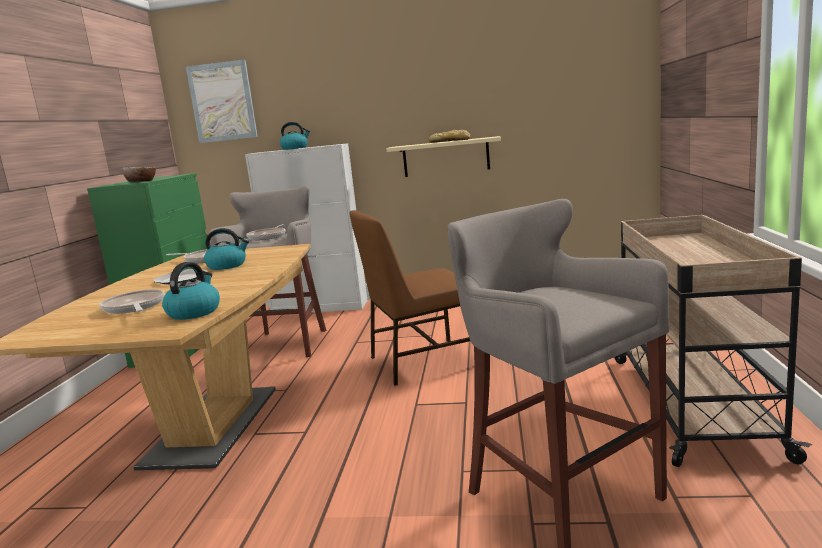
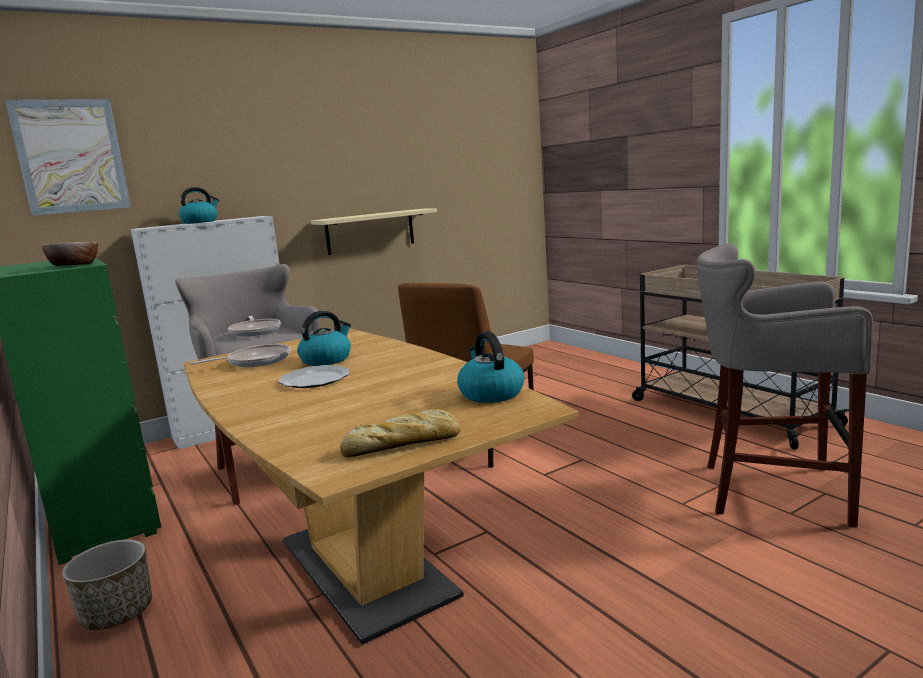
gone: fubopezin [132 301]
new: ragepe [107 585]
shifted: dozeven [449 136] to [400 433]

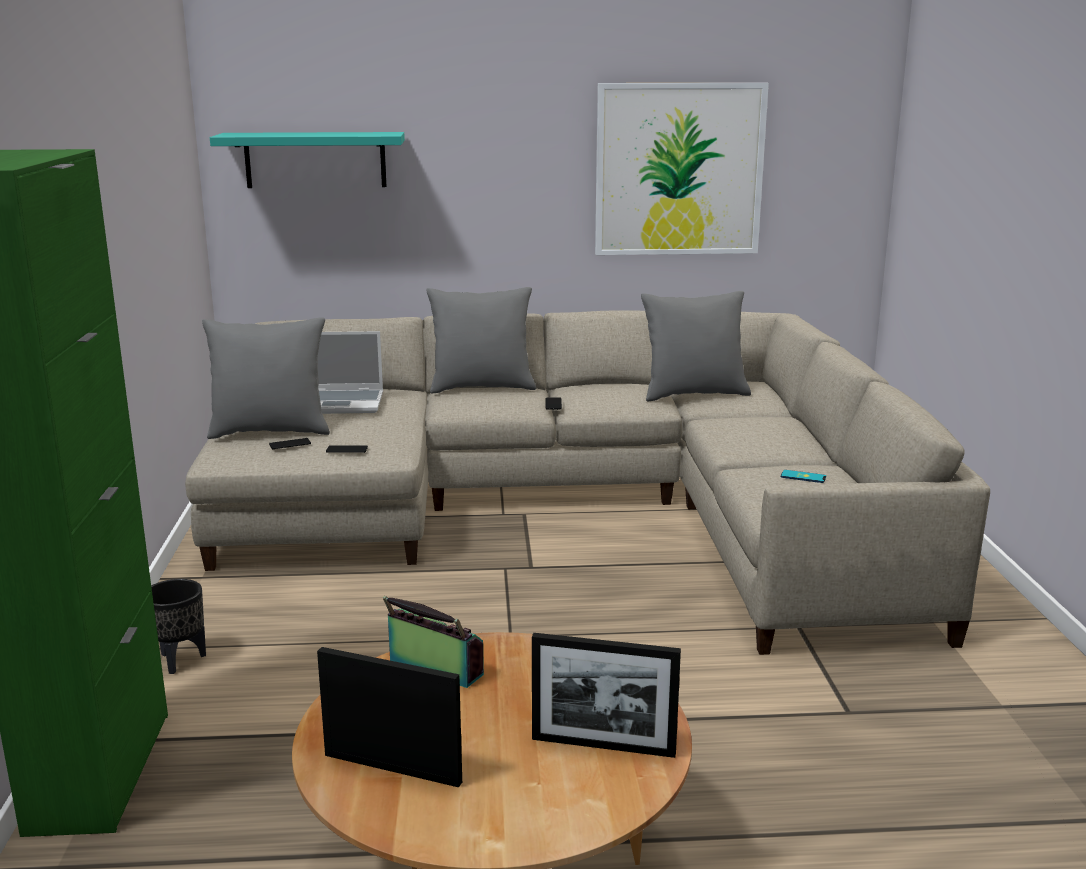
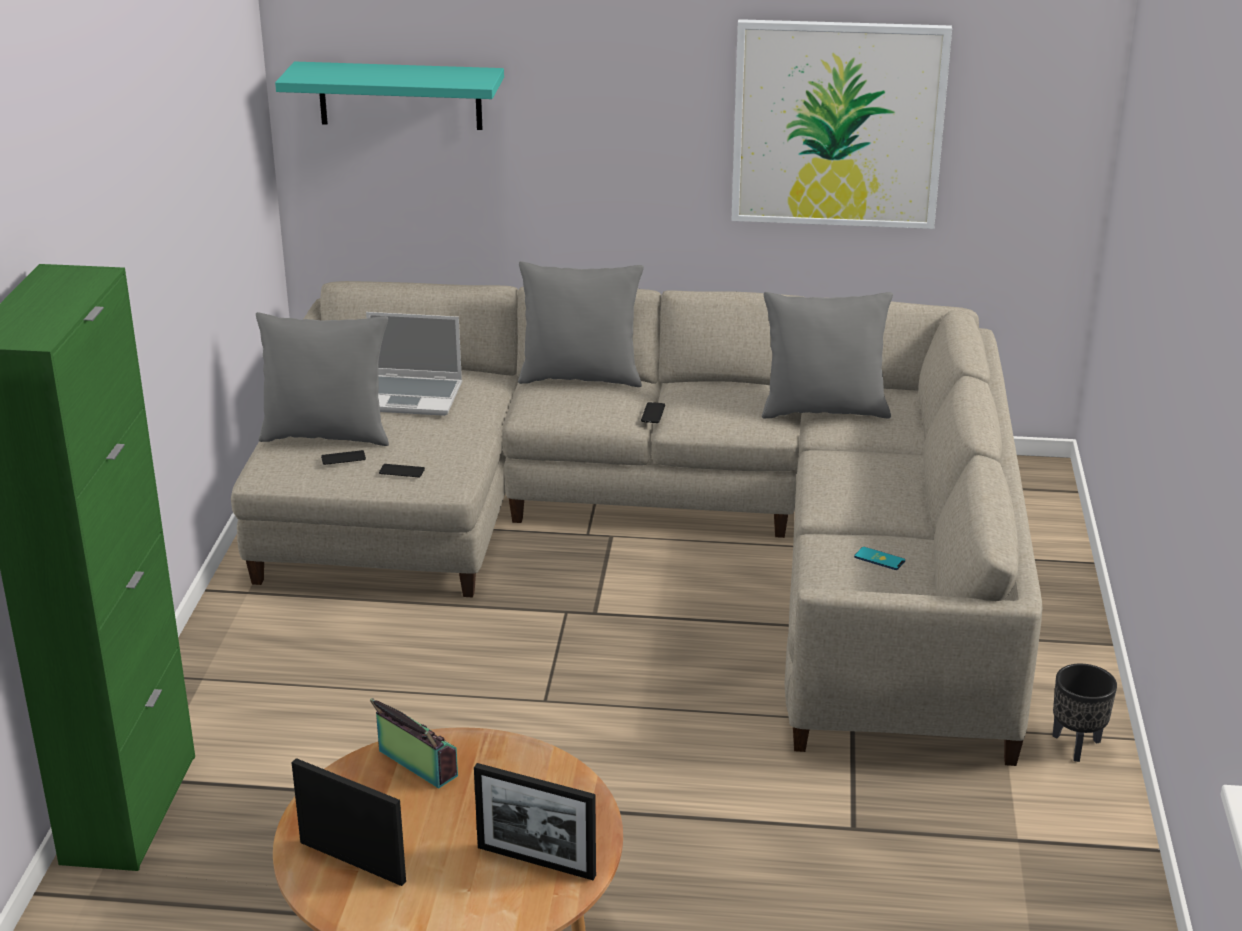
shifted: ragepe (black) [178 626] to [1085 713]

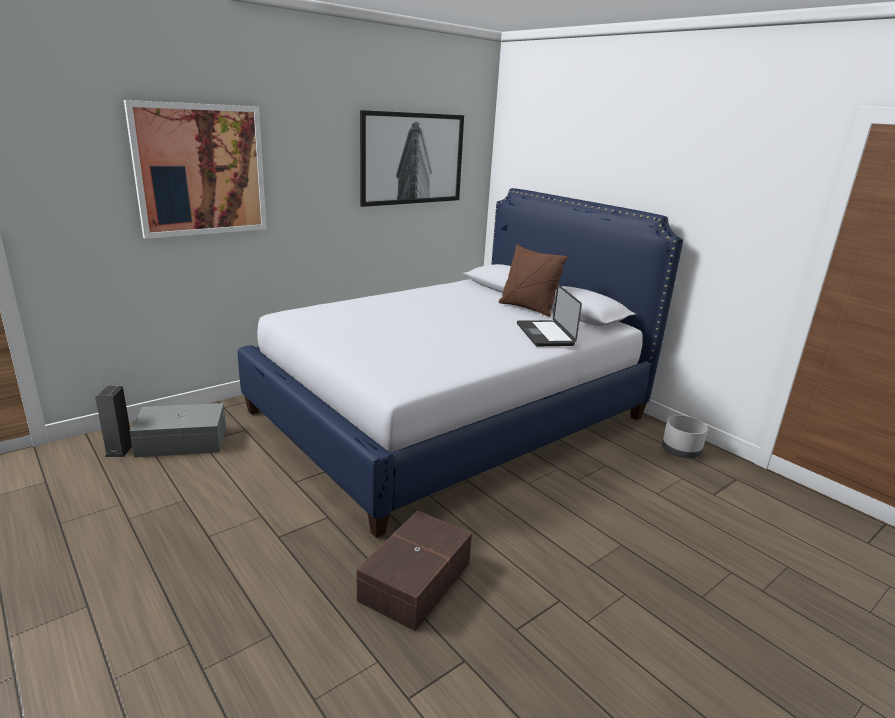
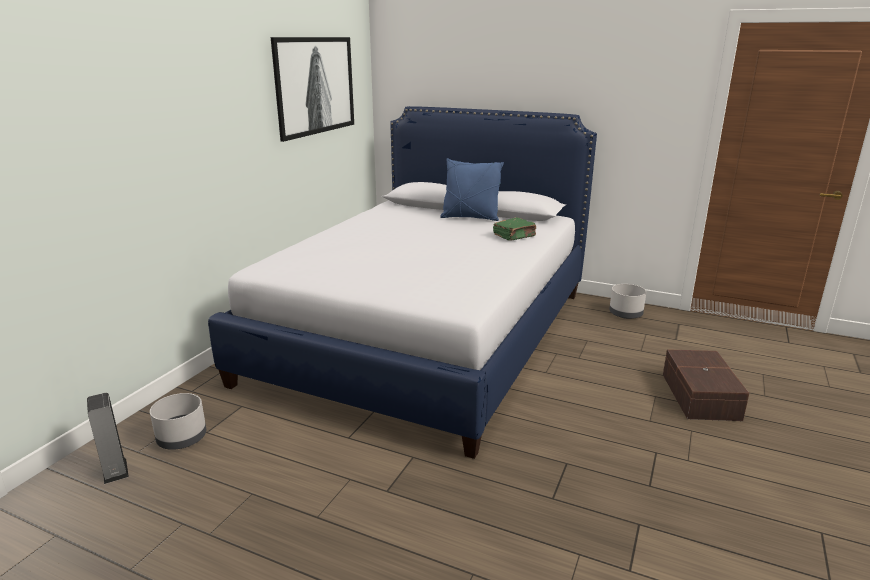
gone: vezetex [195 169]
shifted: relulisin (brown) [414 571] to [706 385]
swapped: relulisin (grey) [178 430] to ragepe (grey) [178 421]; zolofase [549 315] to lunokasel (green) [514 229]
repainted: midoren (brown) [533 280] to midoren (blue) [472 189]

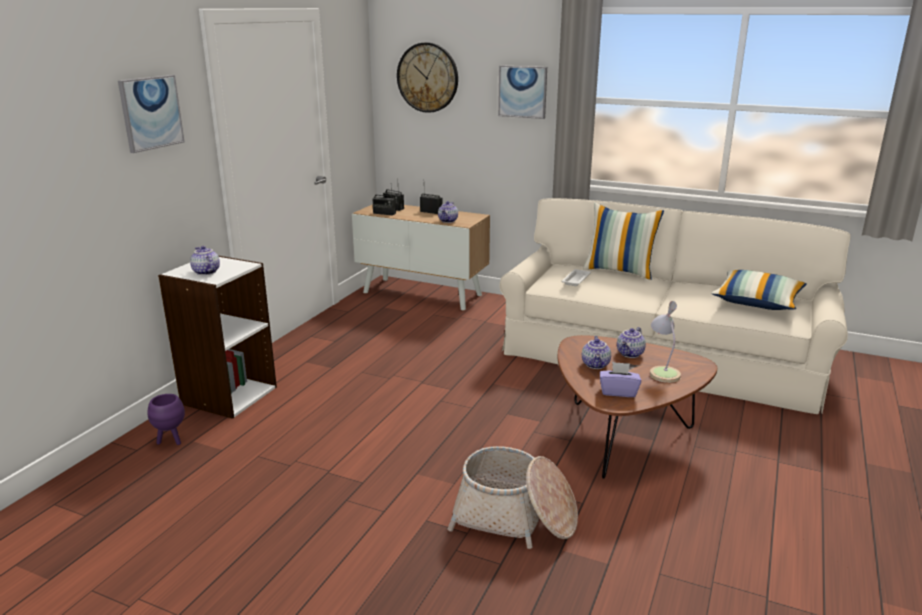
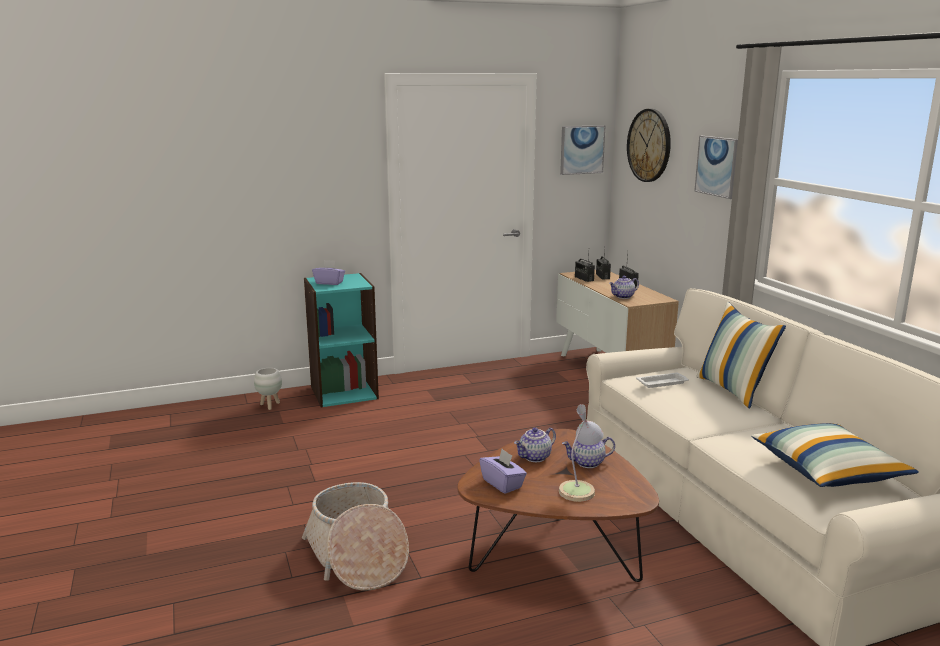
shifted: vezetex [151 114] to [582 150]
swapped: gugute [205 260] to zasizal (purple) [328 272]
repainted: ragepe (purple) [166 419] to ragepe (white) [268 389]; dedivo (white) [217 337] to dedivo (turquoise) [341 340]

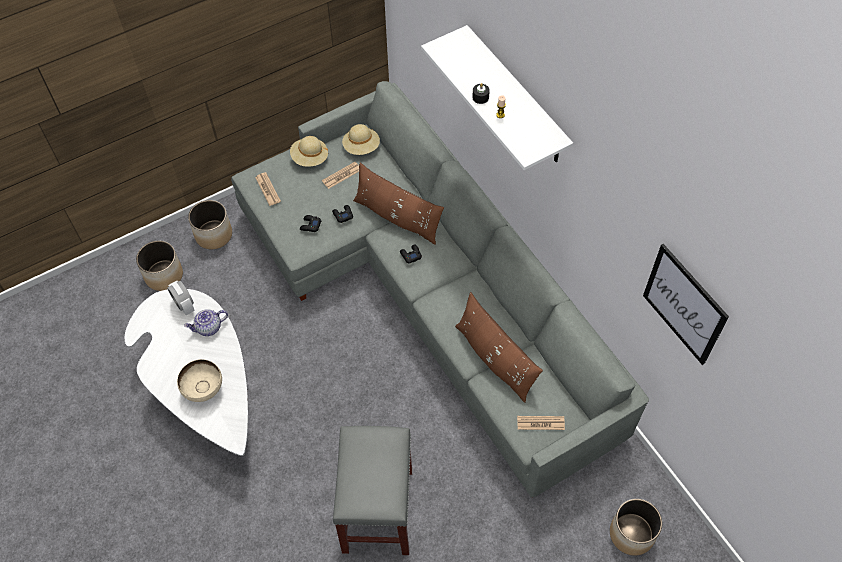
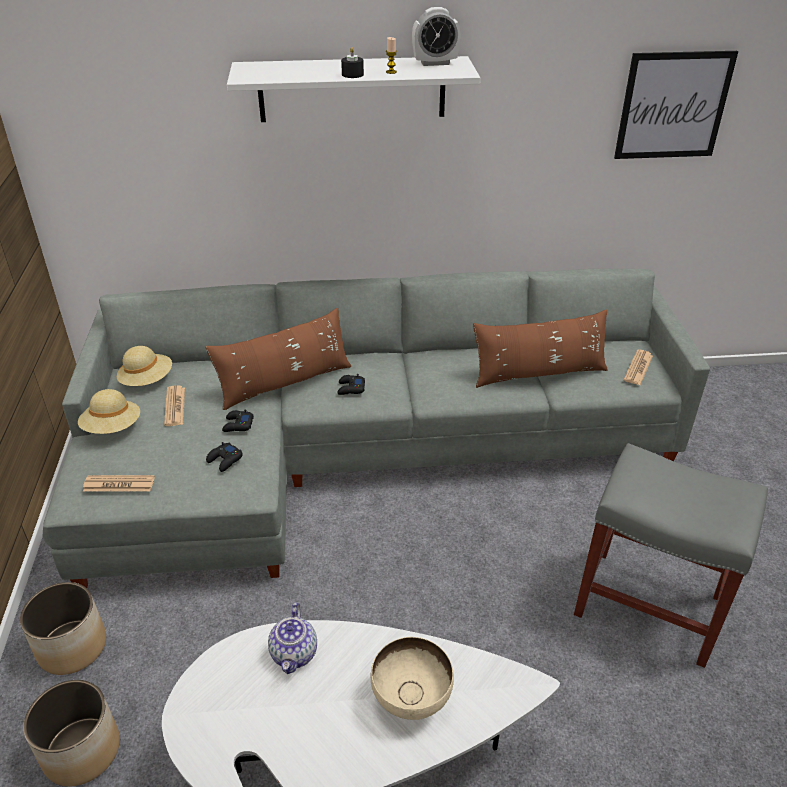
gone: ragepe [636 527]
shifted: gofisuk [181 298] to [436 36]

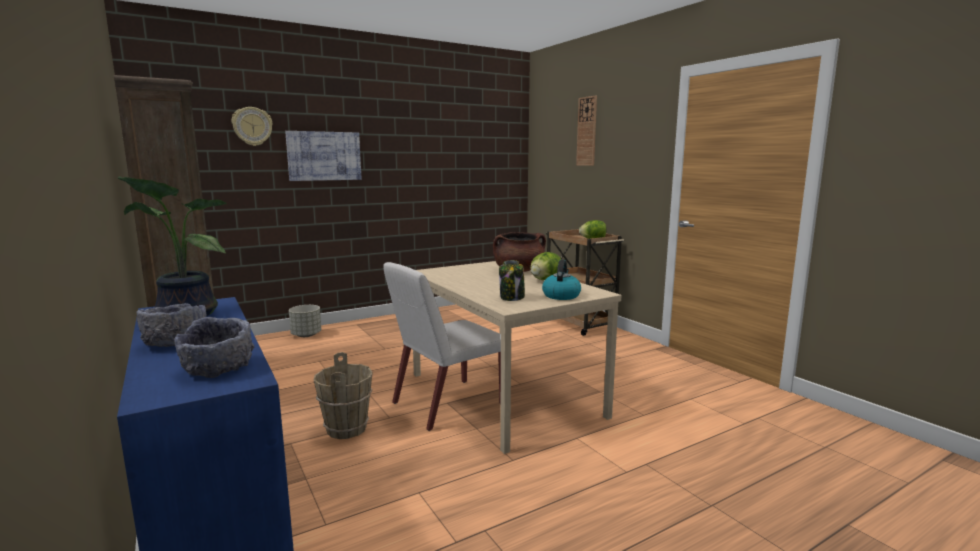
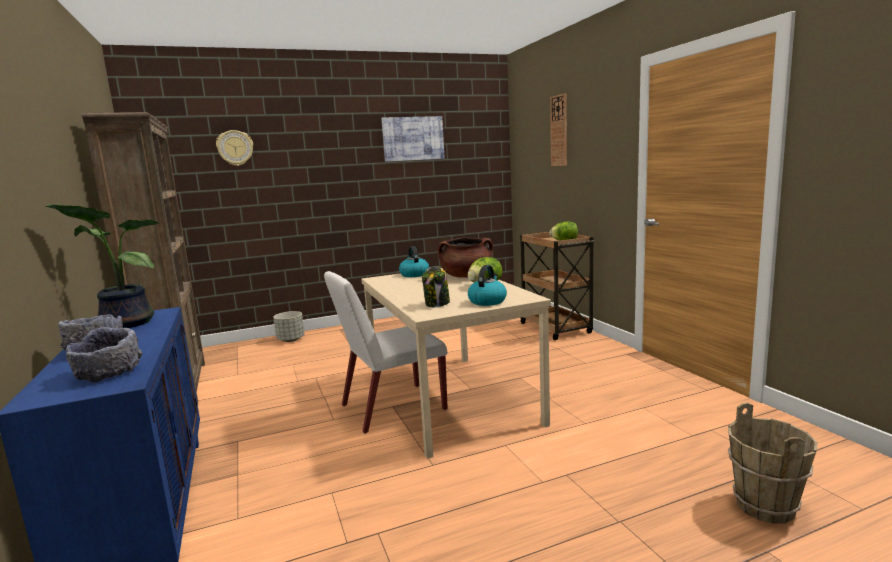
new: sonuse [414 261]
shifted: vezetex [323 156] to [413 139]; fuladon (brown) [343 395] to [773 463]

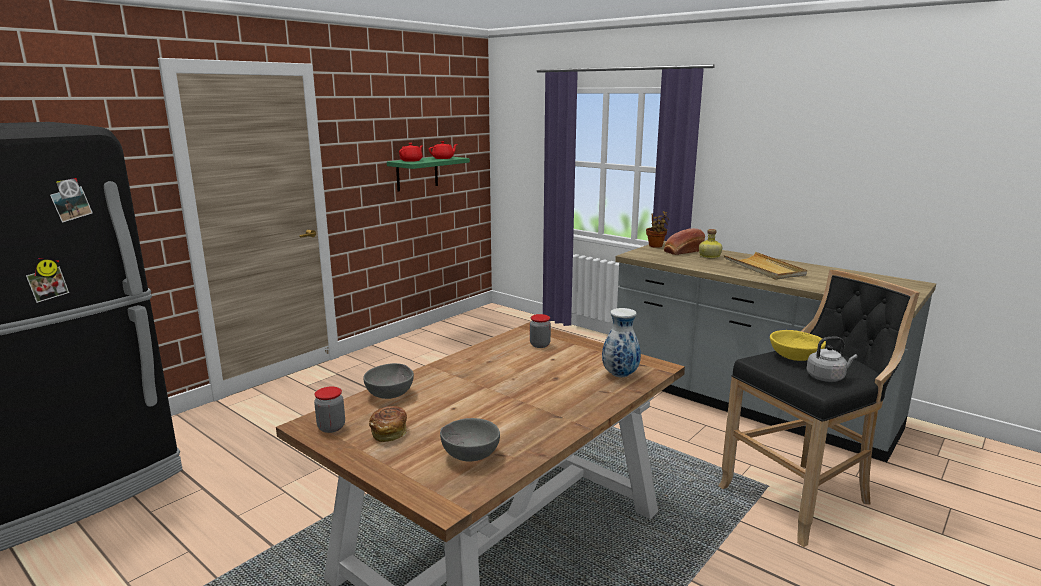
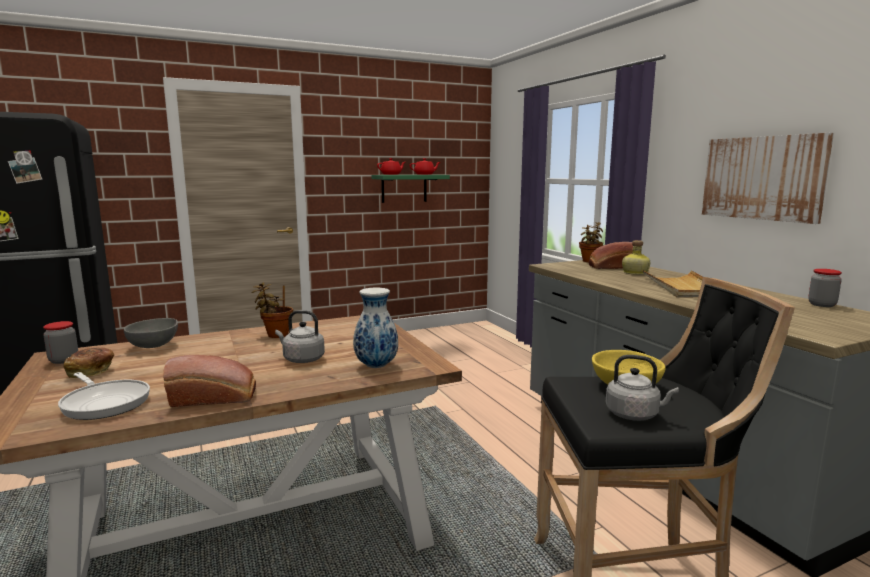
new: dozeven [209 381]; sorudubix [272 310]; sonuse (grey) [300 336]; vezetex [768 178]
shifted: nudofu [540 331] to [825 288]
swapped: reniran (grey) [470 439] to fubopezin [104 396]

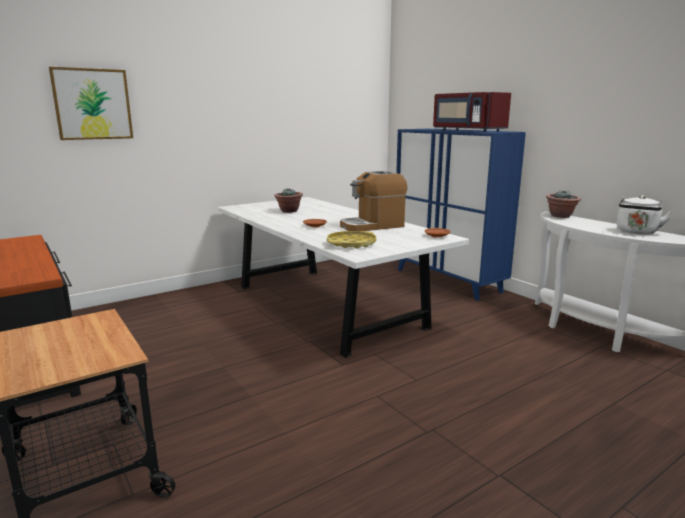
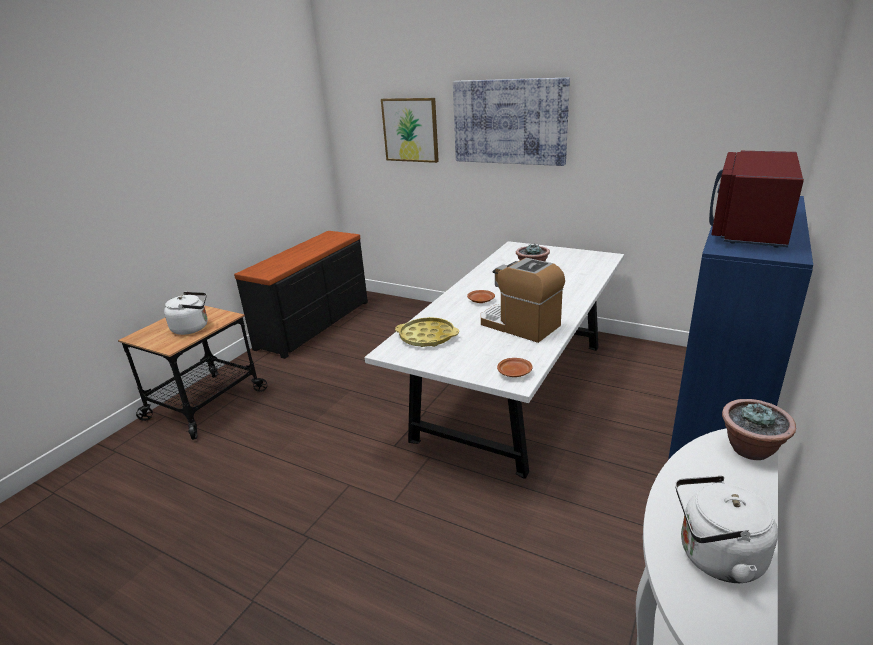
new: sonuse (white) [186 313]; vezetex [511 122]

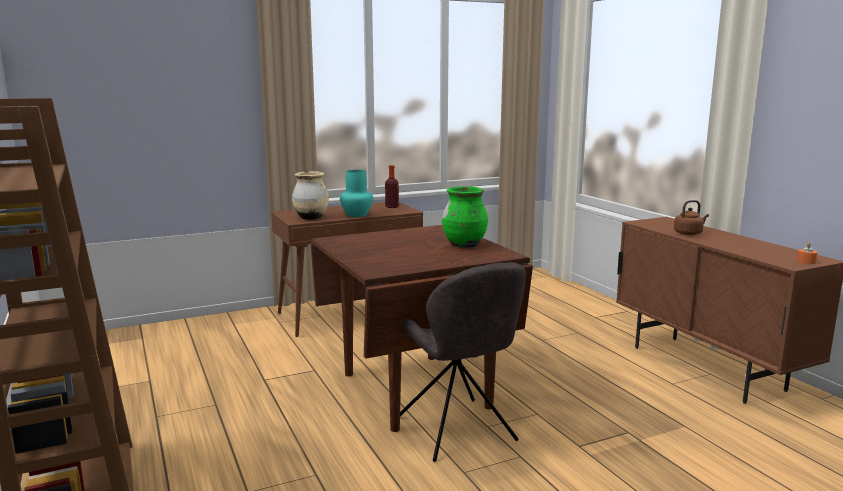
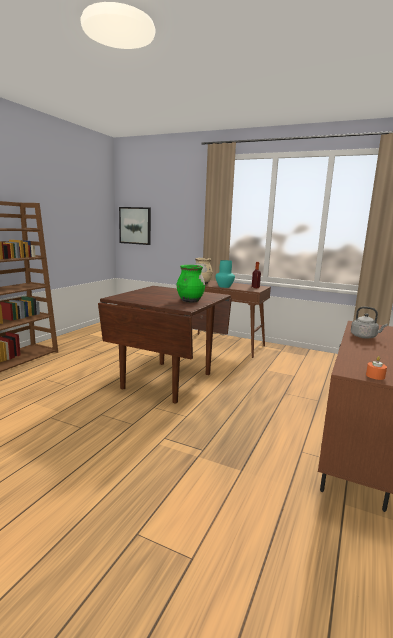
gone: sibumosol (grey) [463 362]
new: vezetex [135 226]
repainted: sonuse (brown) [691 217] to sonuse (grey) [369 323]

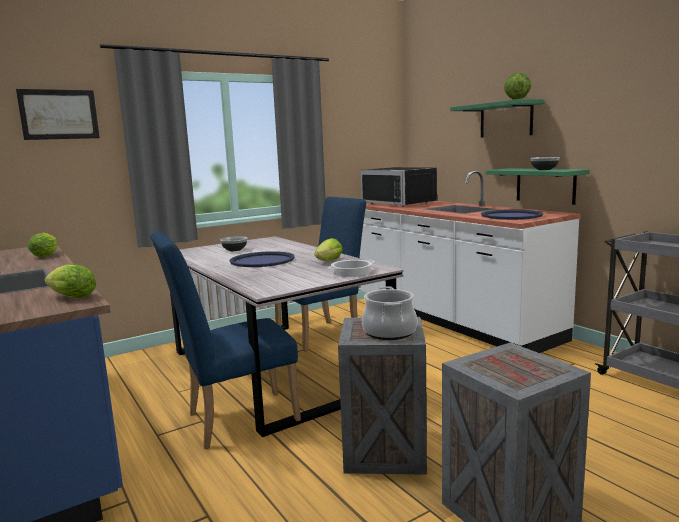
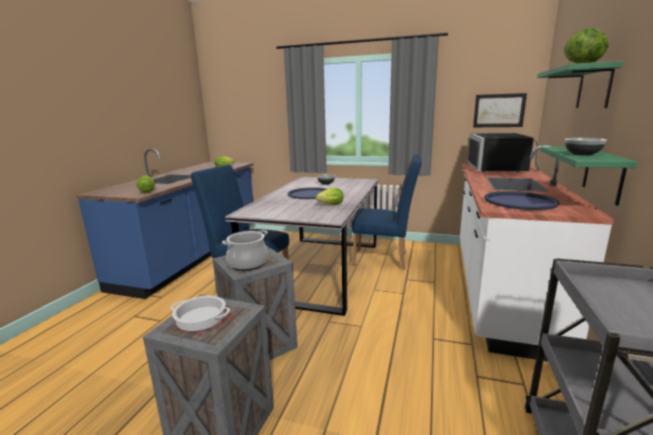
shifted: vezetex [58 114] to [500 110]; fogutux [351 268] to [200 313]

